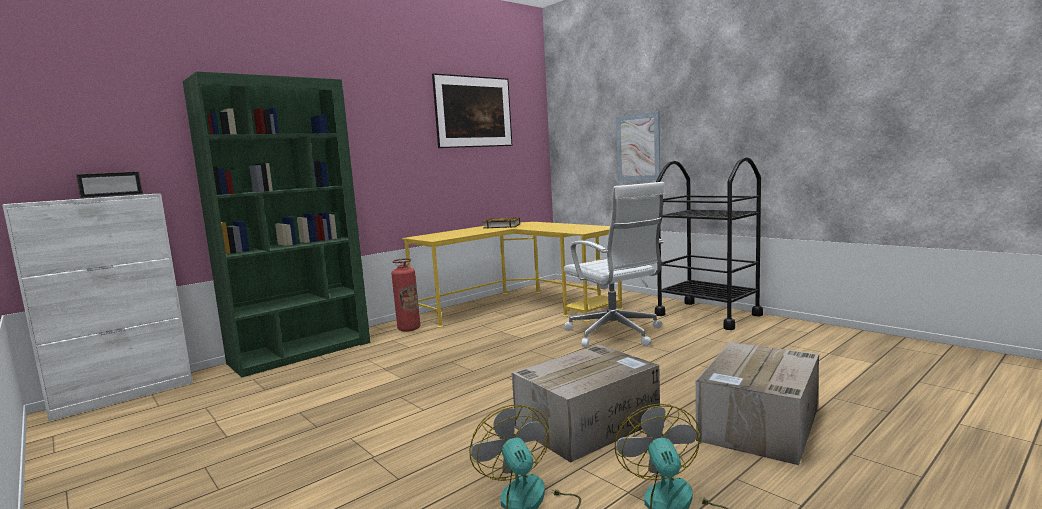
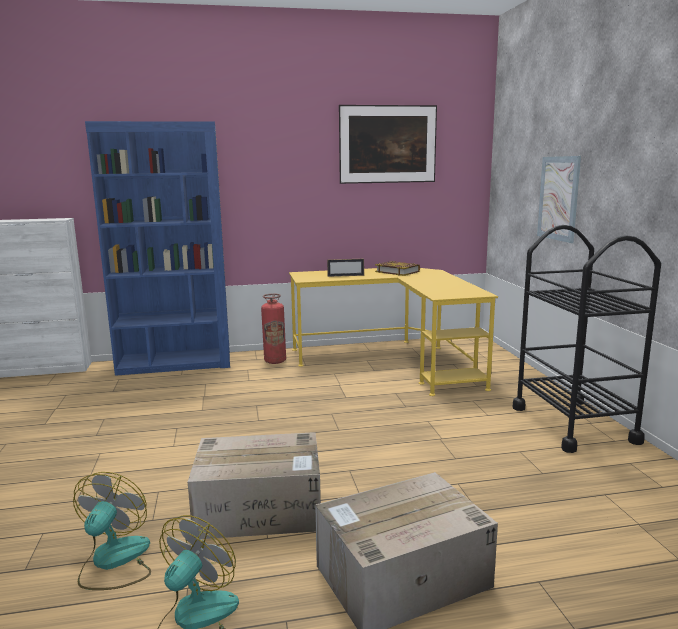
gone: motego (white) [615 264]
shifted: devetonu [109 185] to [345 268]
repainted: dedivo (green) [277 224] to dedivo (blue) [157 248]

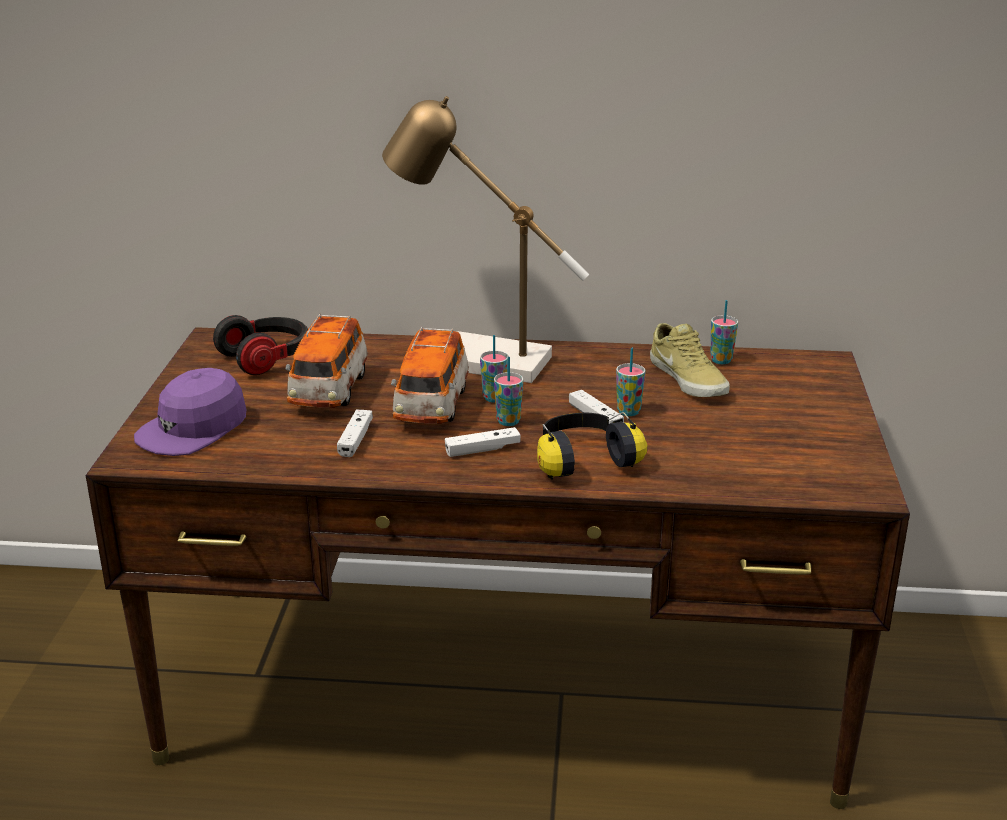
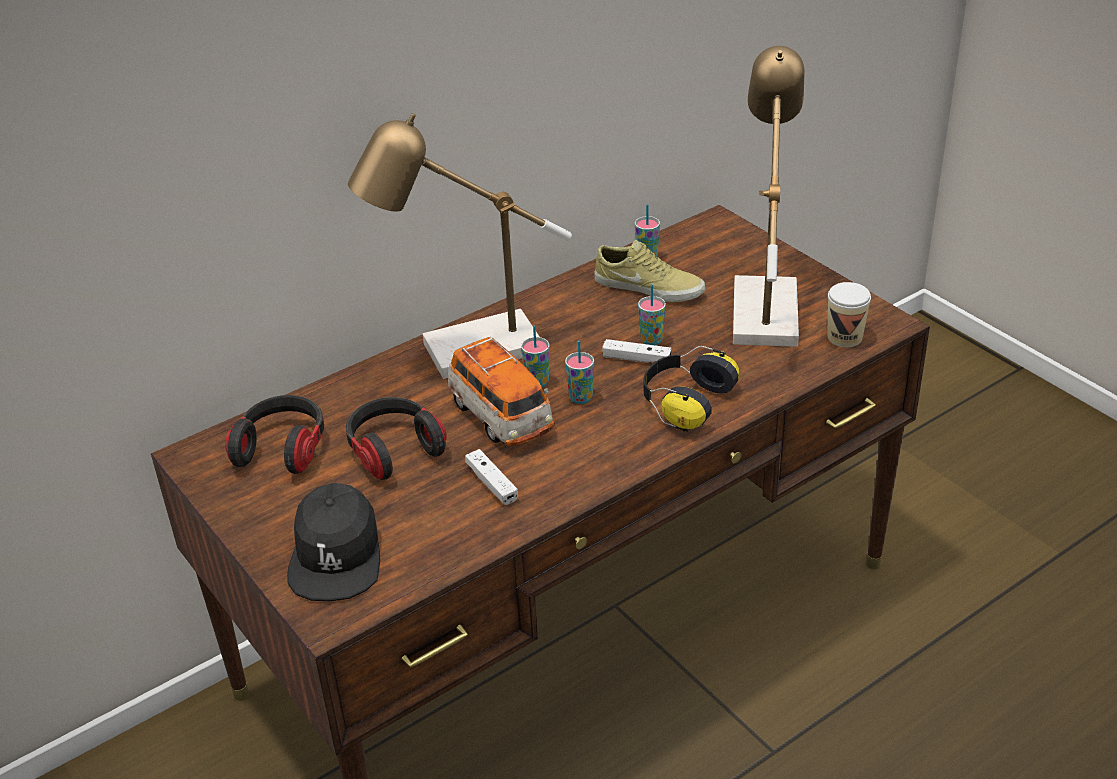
gone: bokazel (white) [483 442]
new: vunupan [768 196]; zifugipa [849 314]
swapped: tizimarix [326 361] to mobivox [396 438]
repainted: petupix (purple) [190 412] to petupix (black) [333 542]

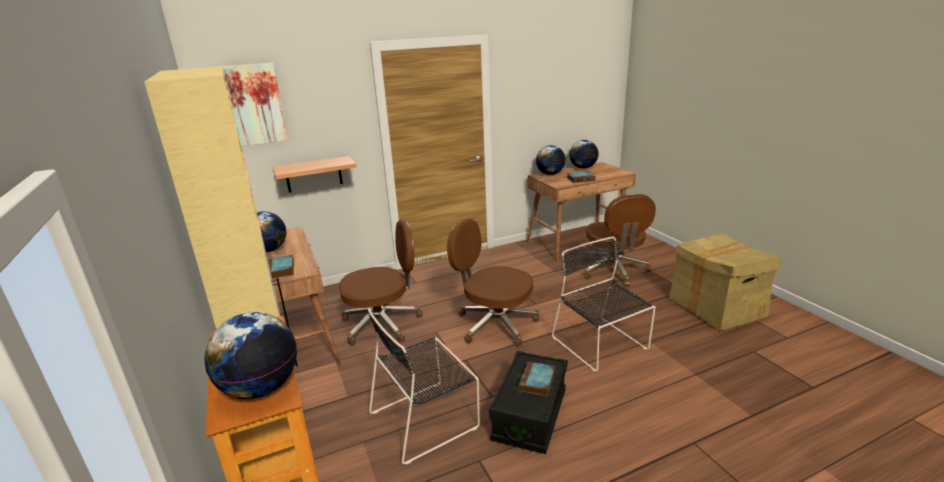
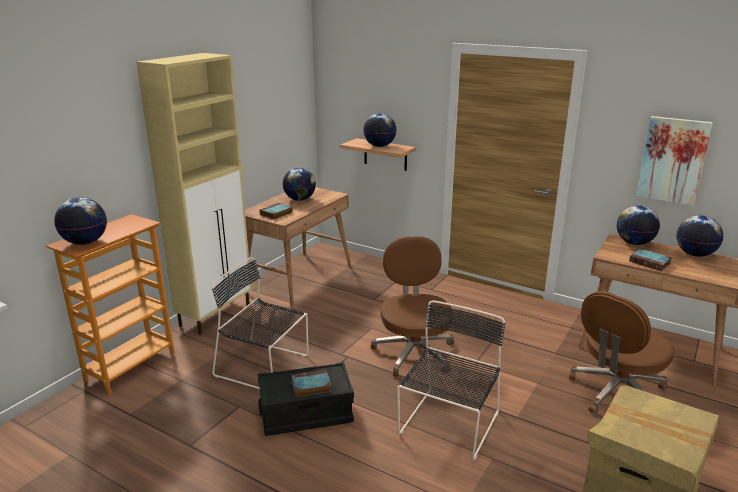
gone: motego (brown) [380 282]
new: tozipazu [380 130]
shifted: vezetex [253 104] to [674 161]

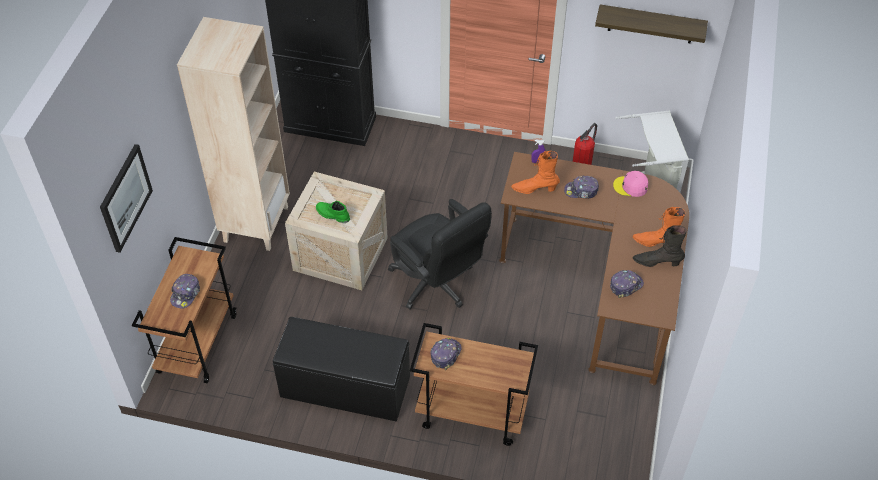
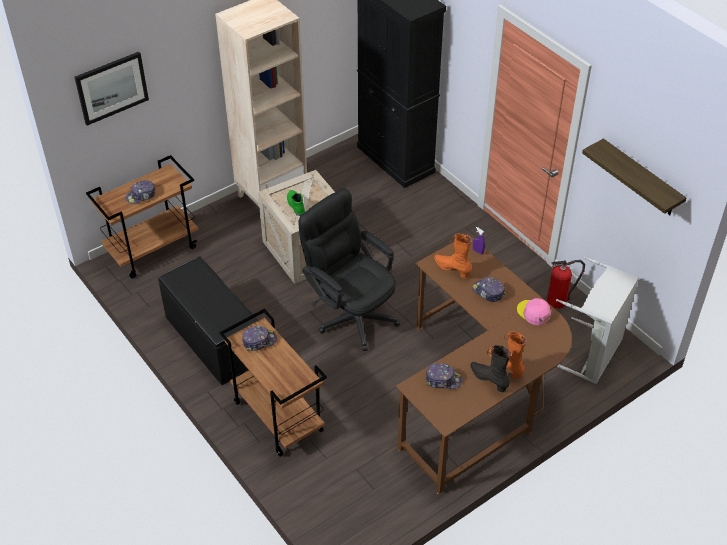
rotated: motego (black) [440 254] = [349 269] 135 degrees clockwise

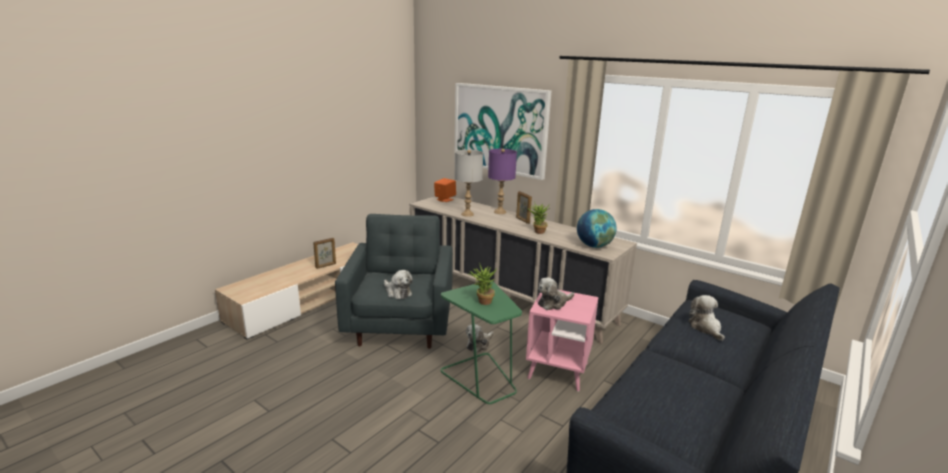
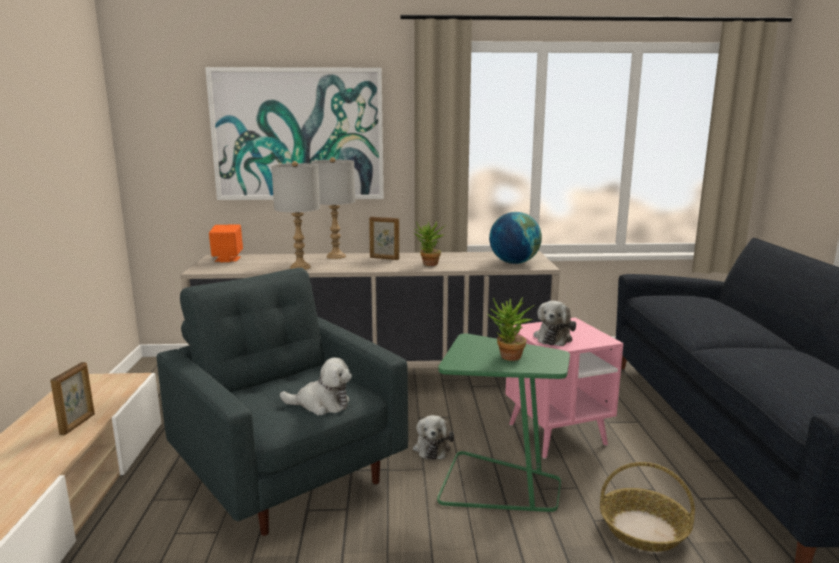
gone: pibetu [707 318]
new: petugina [647 507]
repainted: vunupan (purple) [502 181] to vunupan (grey) [333 208]

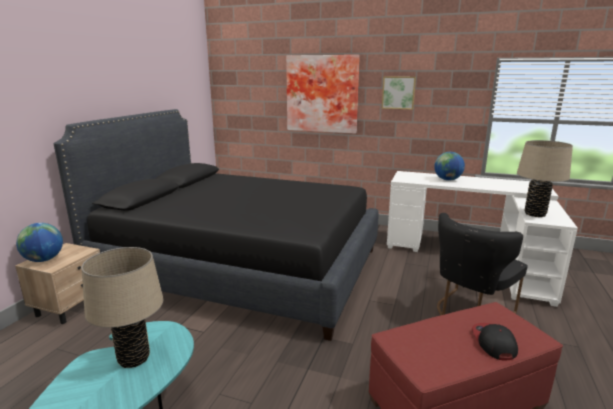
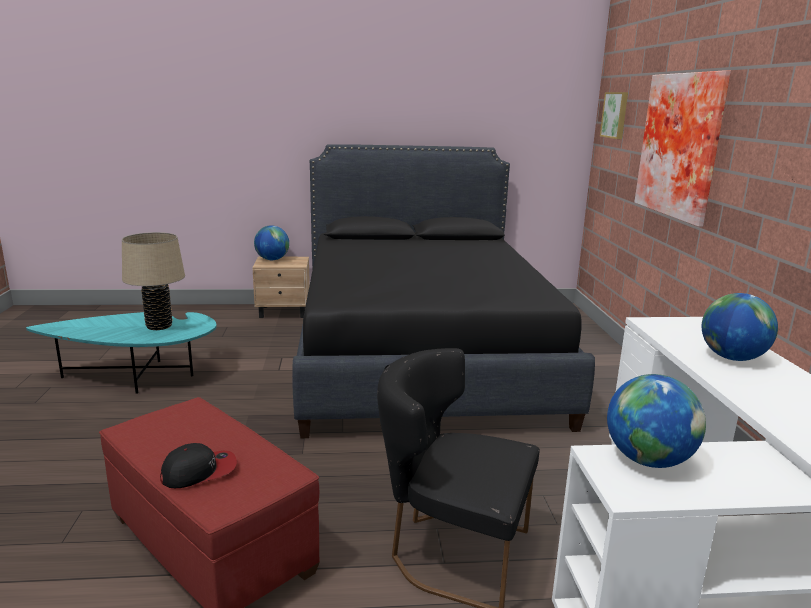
shifted: vezetex [399 93] to [614 115]
swapped: vunupan (beige) [545 178] to tozipazu [656 421]

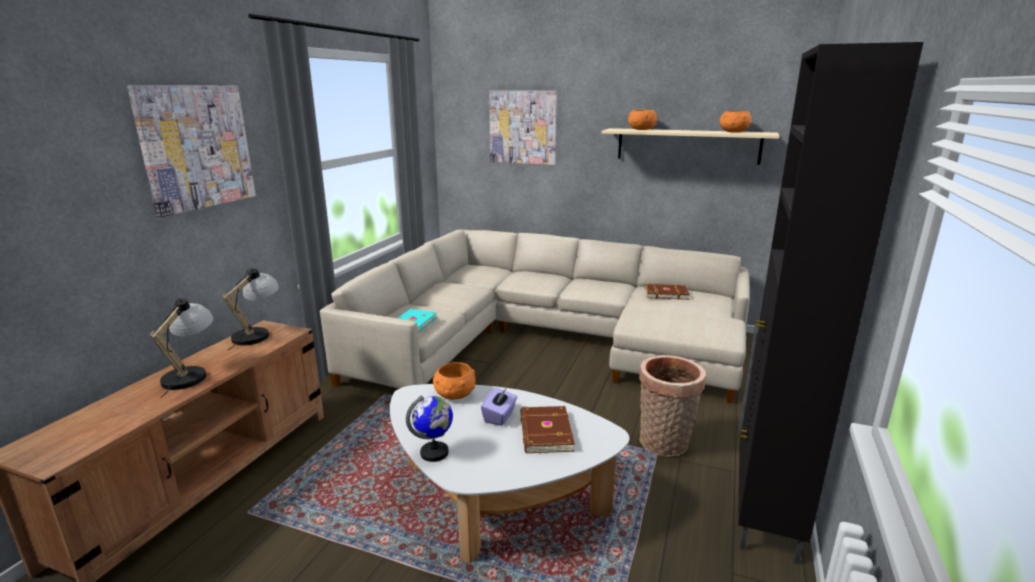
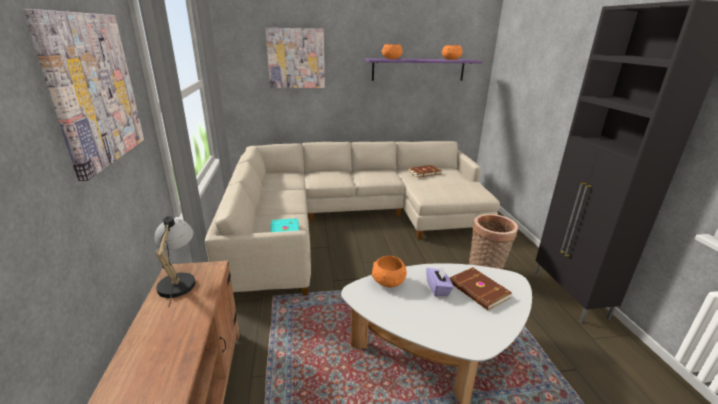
gone: vunupan [182 348]; tozipazu [429 428]
repainted: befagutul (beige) [691 146] to befagutul (purple) [424 69]

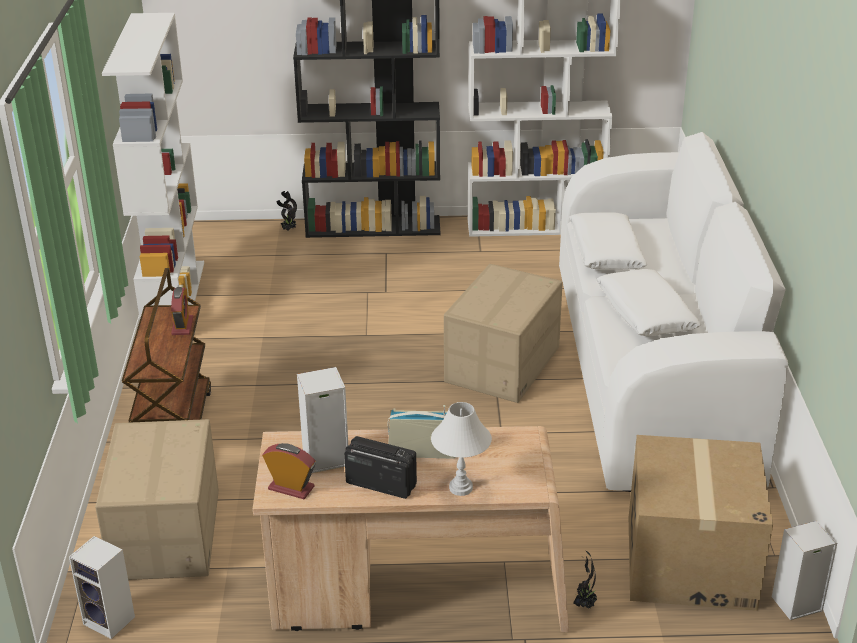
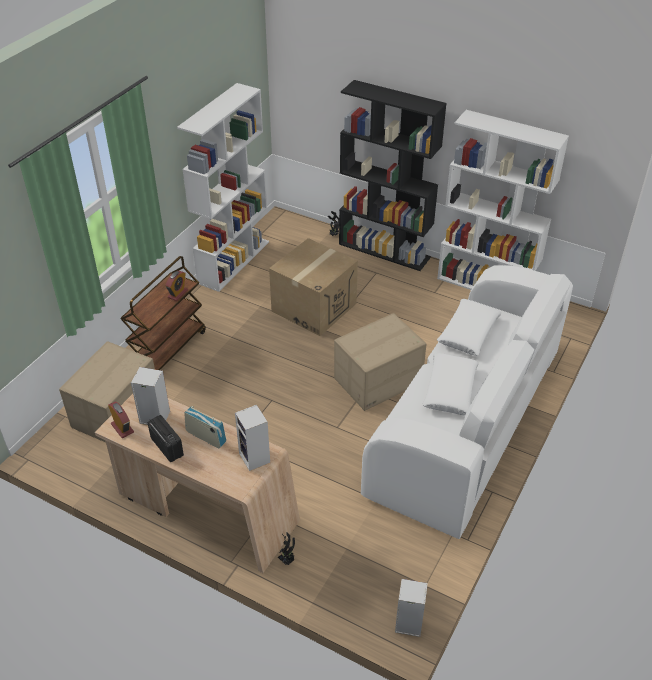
gone: vunupan (white) [461 449]
shifted: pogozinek [102 587] to [252 438]; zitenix [701 523] to [313 287]

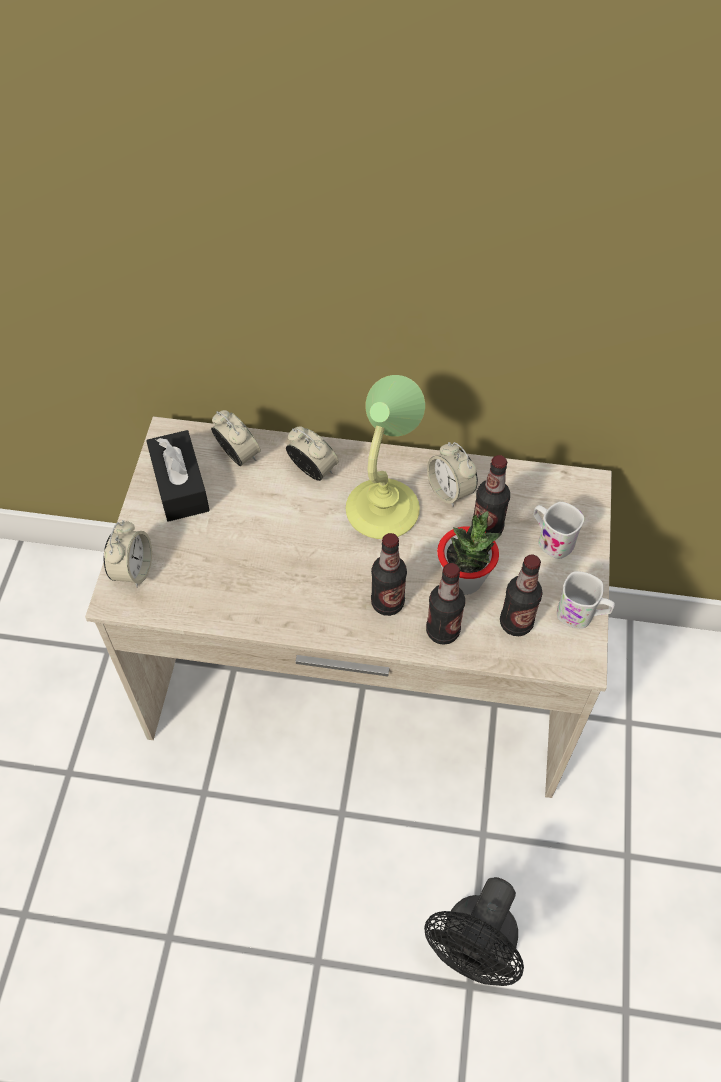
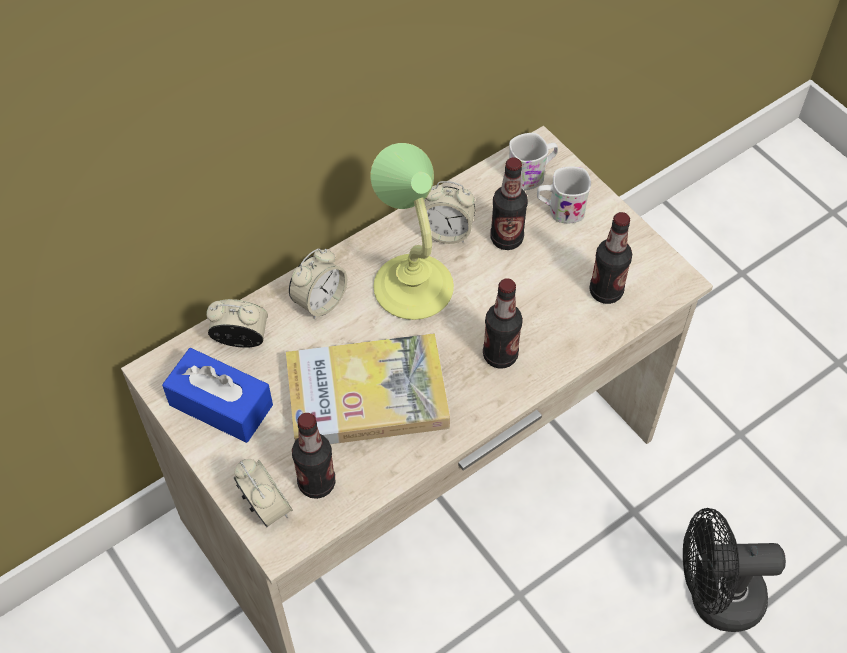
gone: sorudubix [469 553]
new: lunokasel [368 388]
shifted: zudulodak [445 604] to [313 456]; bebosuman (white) [586 599] to [533 161]
repainted: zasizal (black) [178 476] to zasizal (blue) [217 395]
rotated: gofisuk [312 453] = [318 283] 135 degrees clockwise; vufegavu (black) [474 931] = [734 570] 105 degrees clockwise

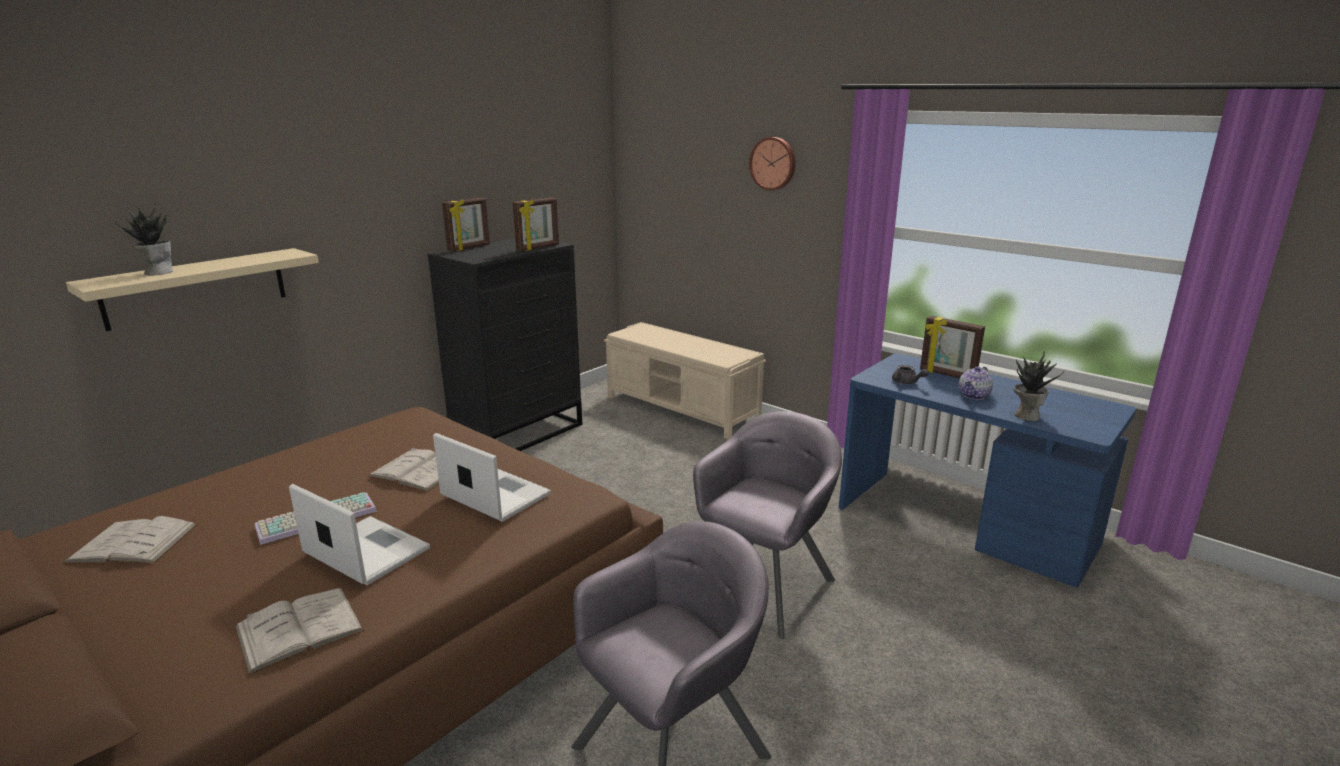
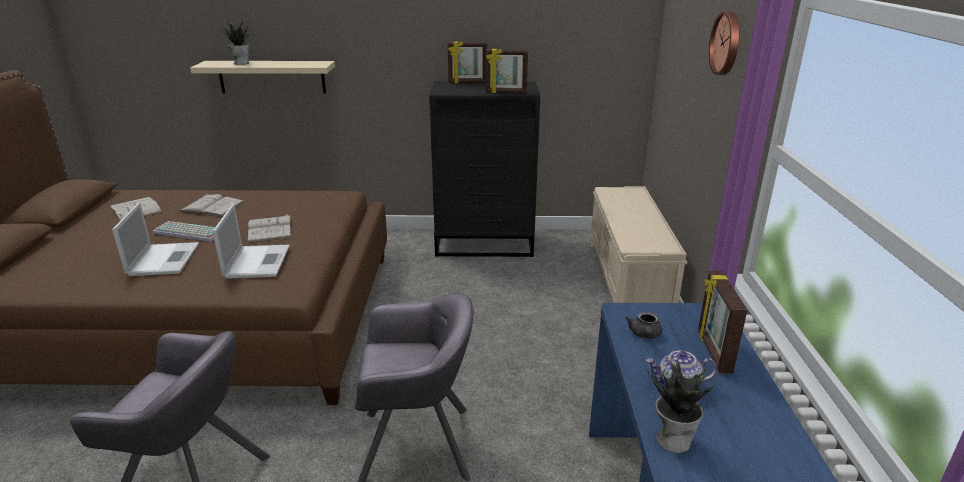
shifted: lunokasel (white) [299 631] to [211 205]

